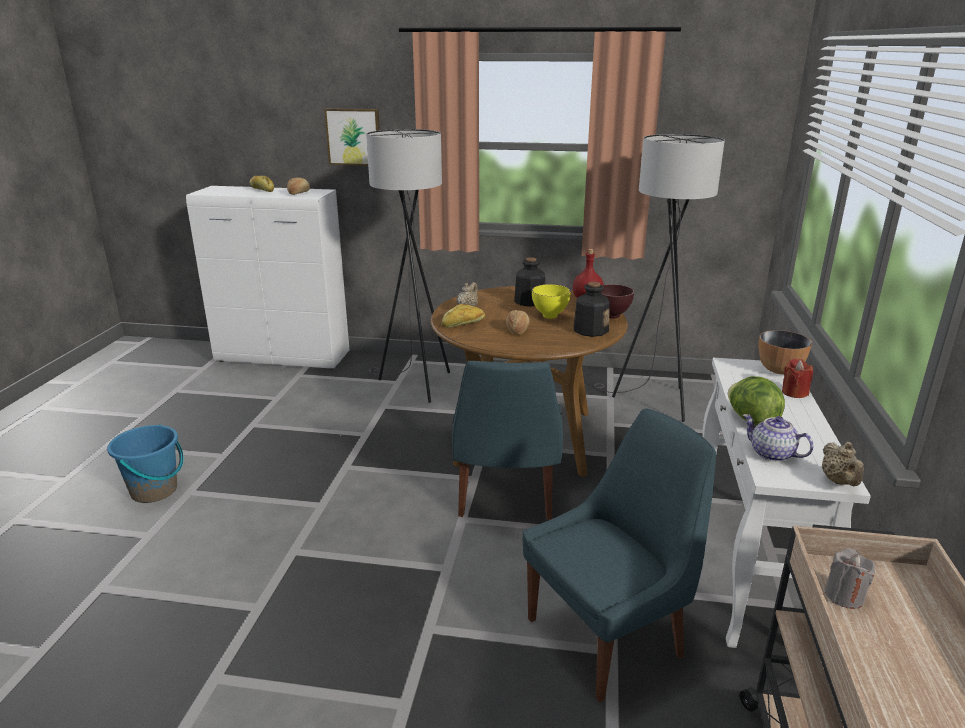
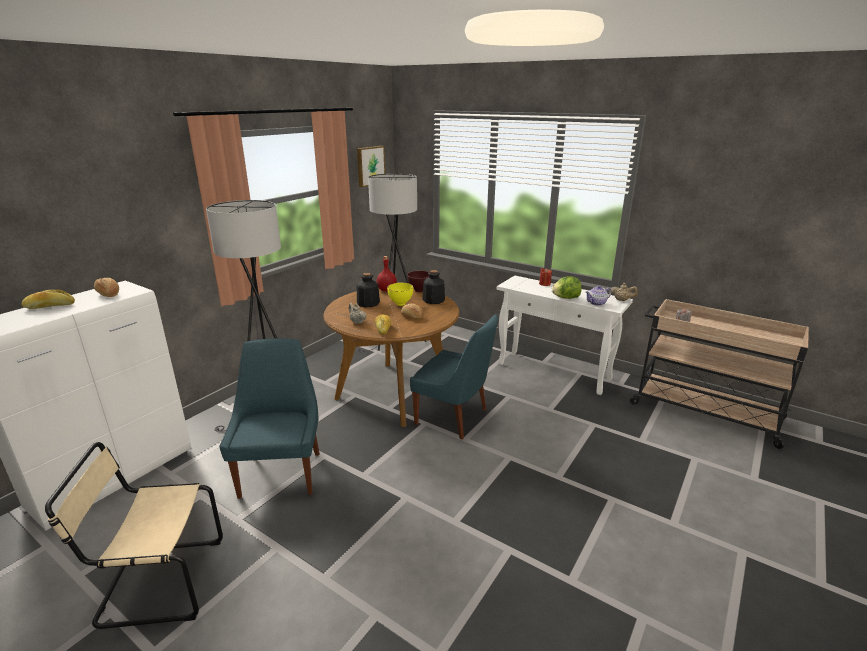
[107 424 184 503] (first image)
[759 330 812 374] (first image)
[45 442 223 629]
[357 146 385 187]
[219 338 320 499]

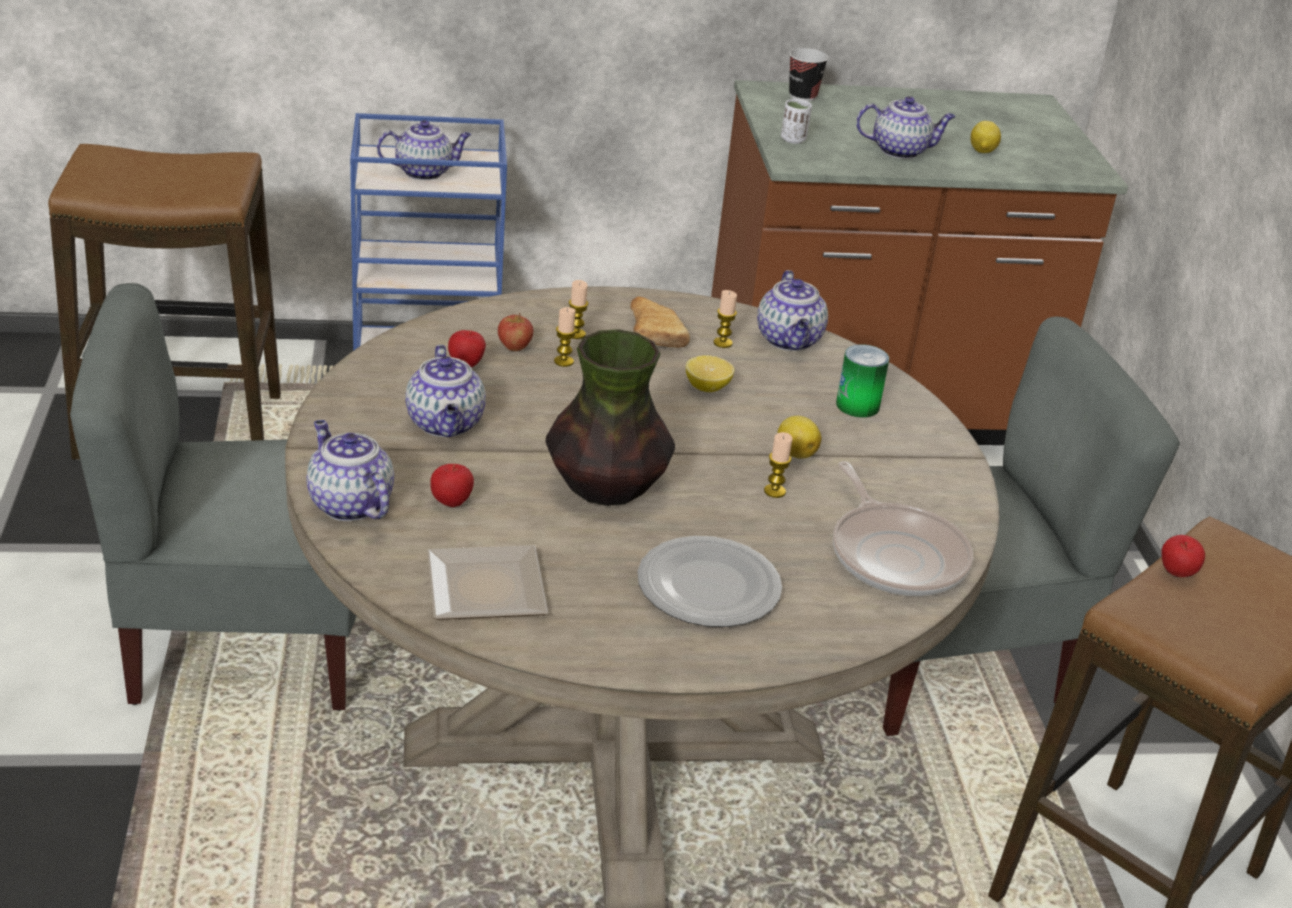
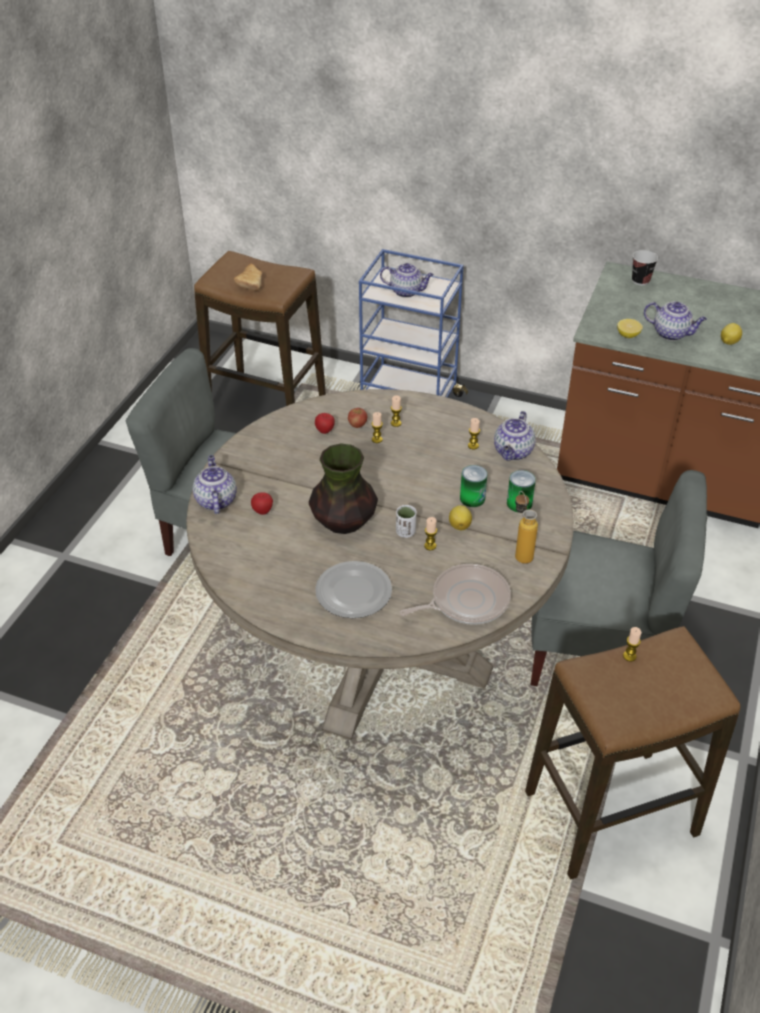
[405 345 486 437] (first image)
[427 545 548 620] (first image)
[460 465 487 507]
[515 491 538 564]
[234 263 262 291]
[617 319 643 338]
[396 505 417 538]
[623 627 641 662]
[400 564 511 625]

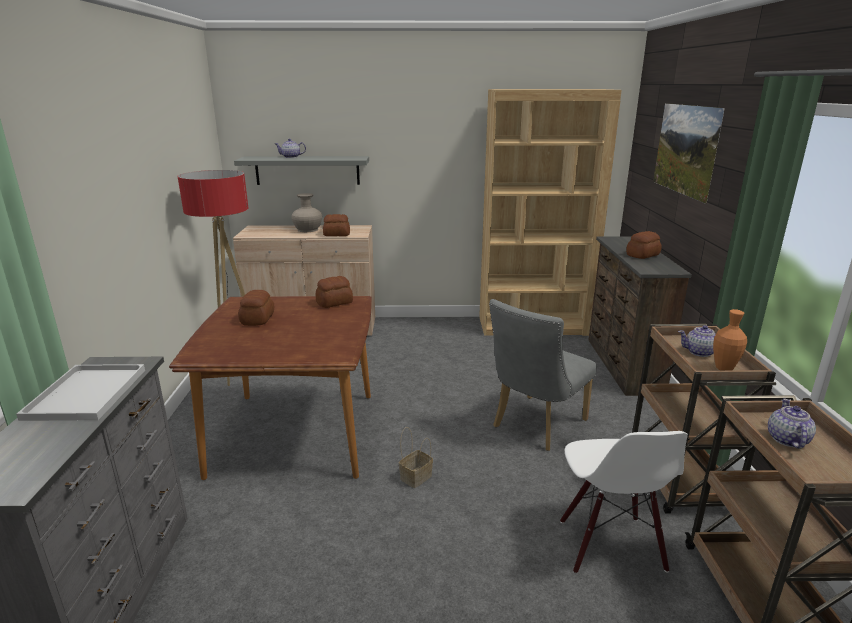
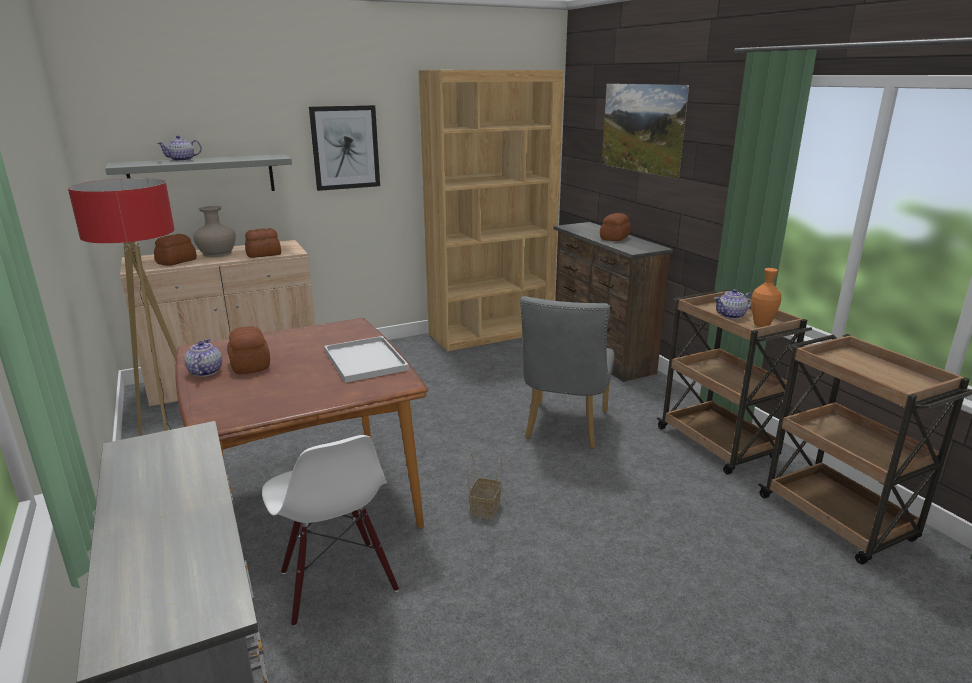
[309 105 380 191]
[324 336 409 383]
[154 234 197 266]
[262 435 399 627]
[185 339 222 377]

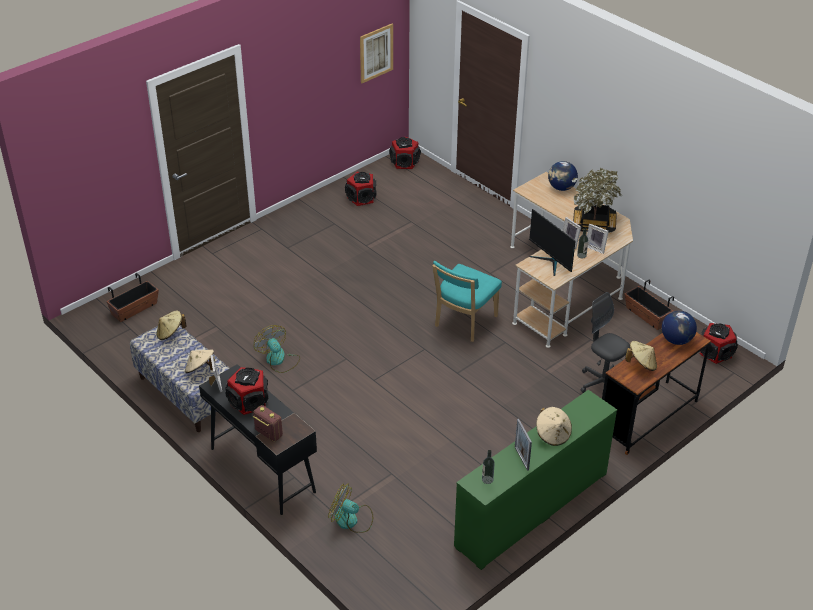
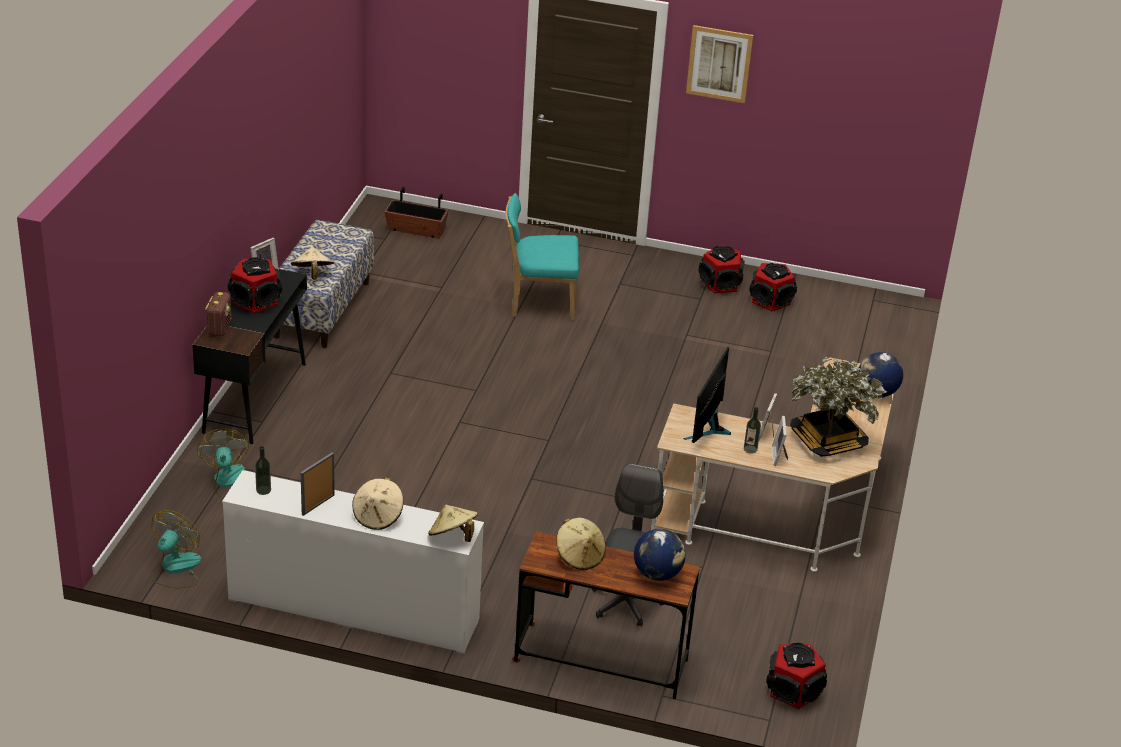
[624 280 674 330] (first image)
[428 504 478 542]
[151 510 201 588]
[686 25 754 103]
[699 245 745 293]
[506 193 579 320]
[222 470 484 654]

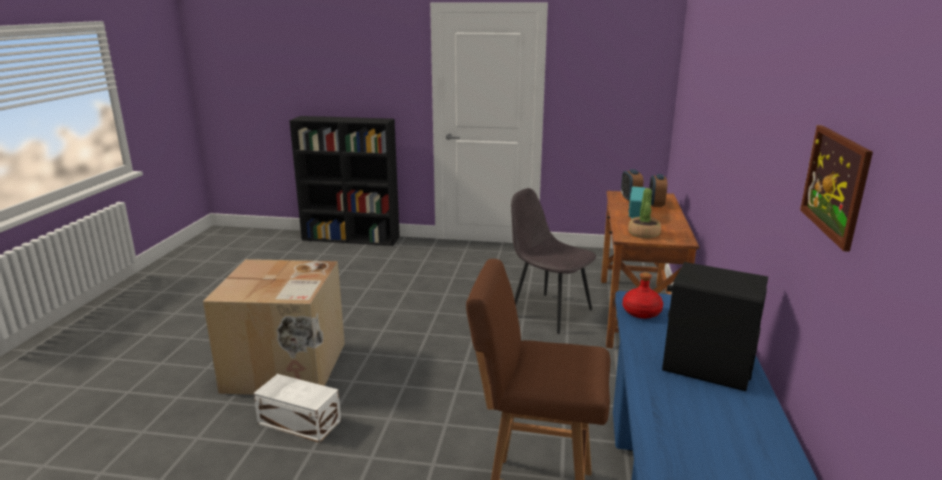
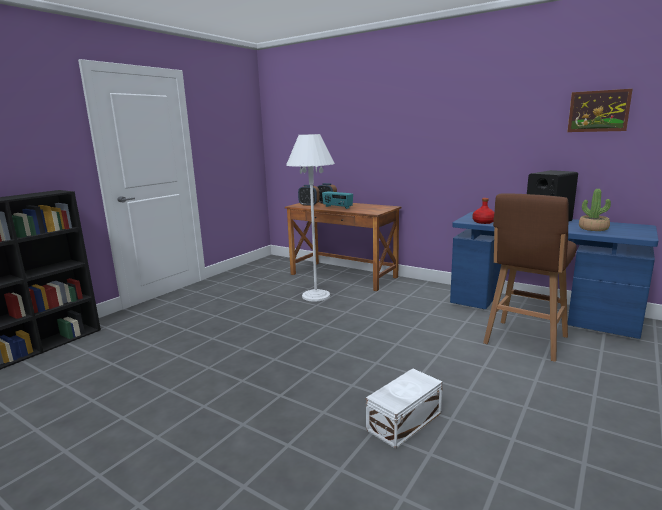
[203 259 345 395] (first image)
[579 189 611 231]
[286 134 335 302]

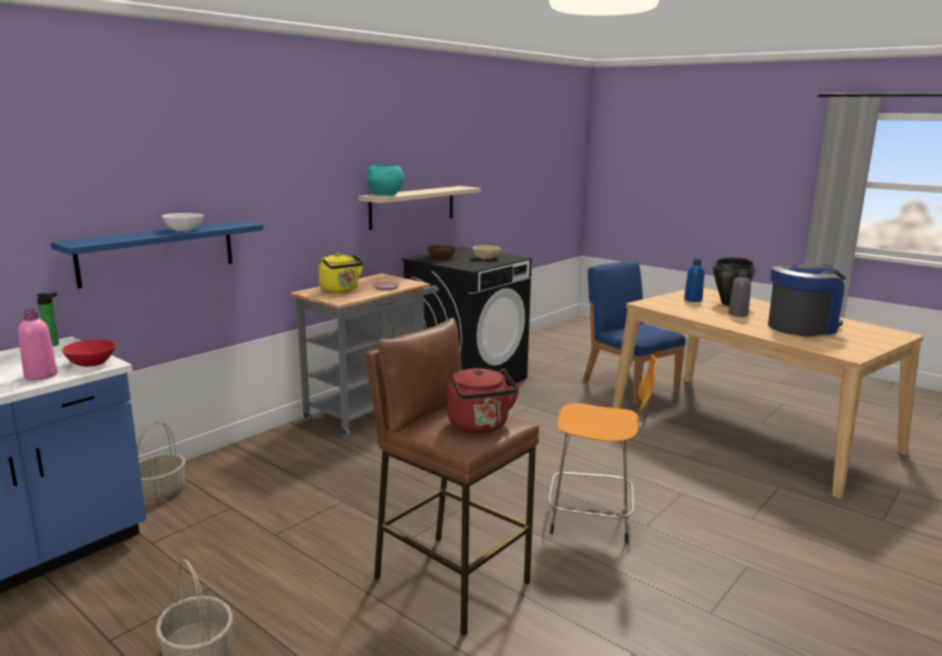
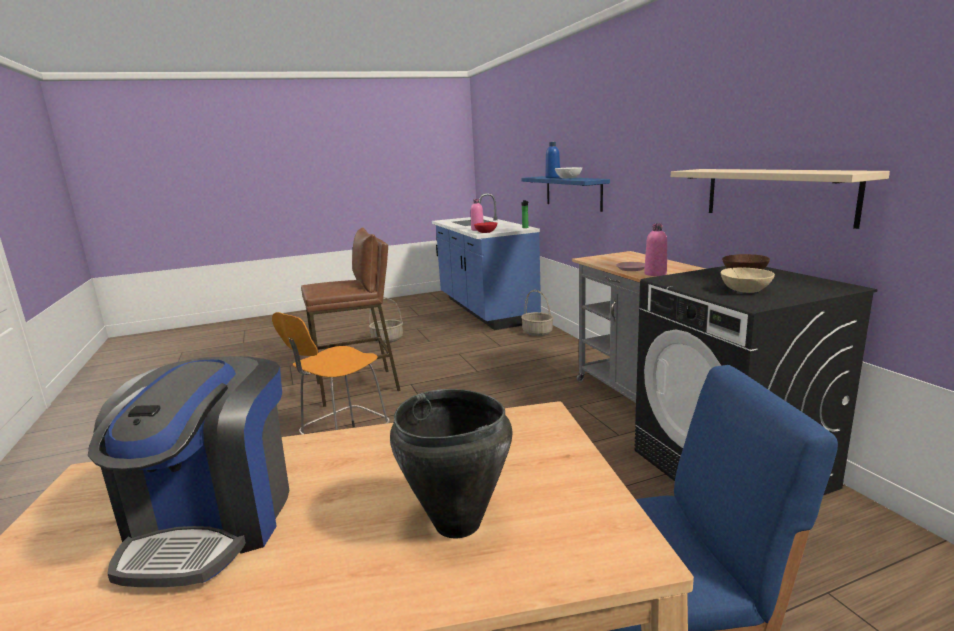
[319 253 364 293] (first image)
[366 165 404 195] (first image)
[447 368 520 433] (first image)
[728 271 751 317] (first image)
[644 223 667 276]
[545 142 560 178]

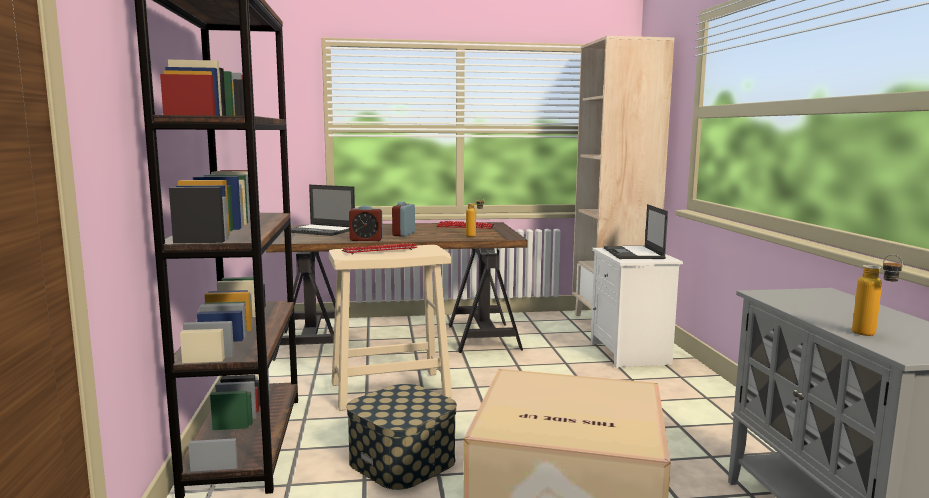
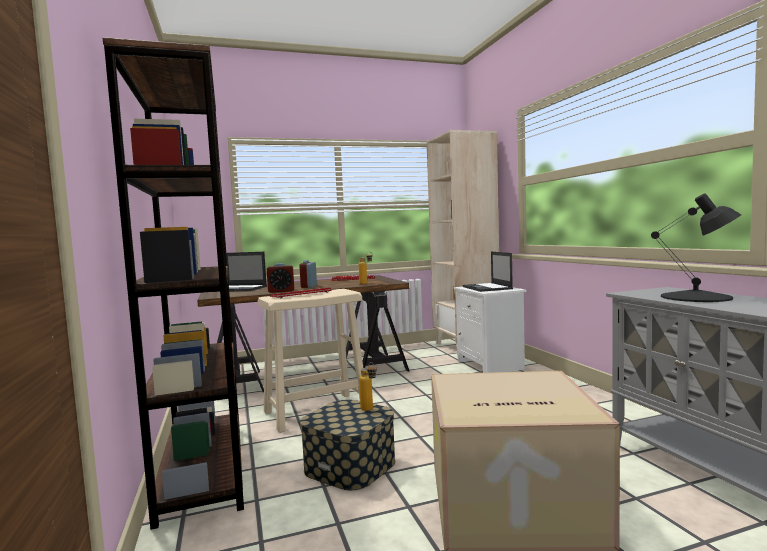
[651 194 742 302]
[359 362 377 411]

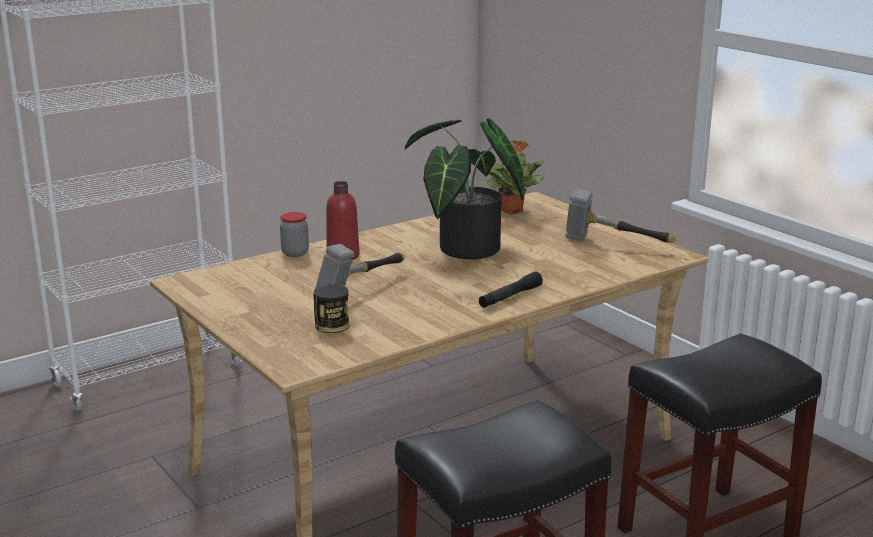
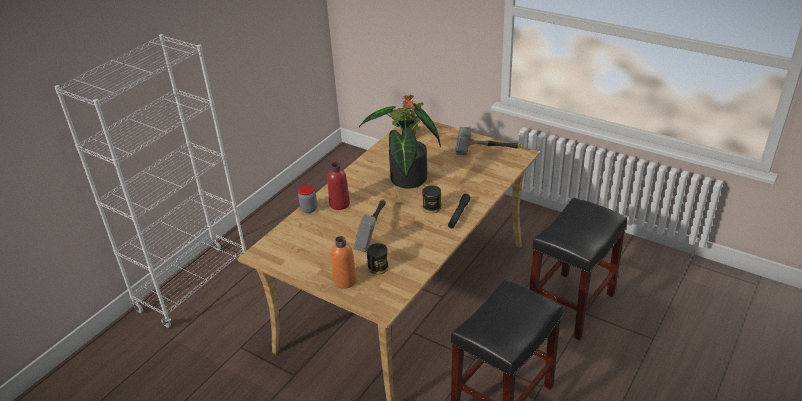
[331 236 357 289]
[422 185 441 213]

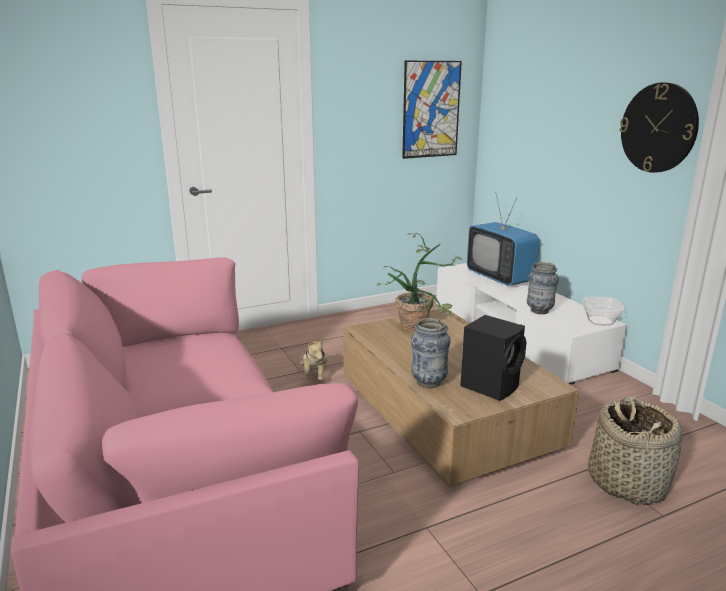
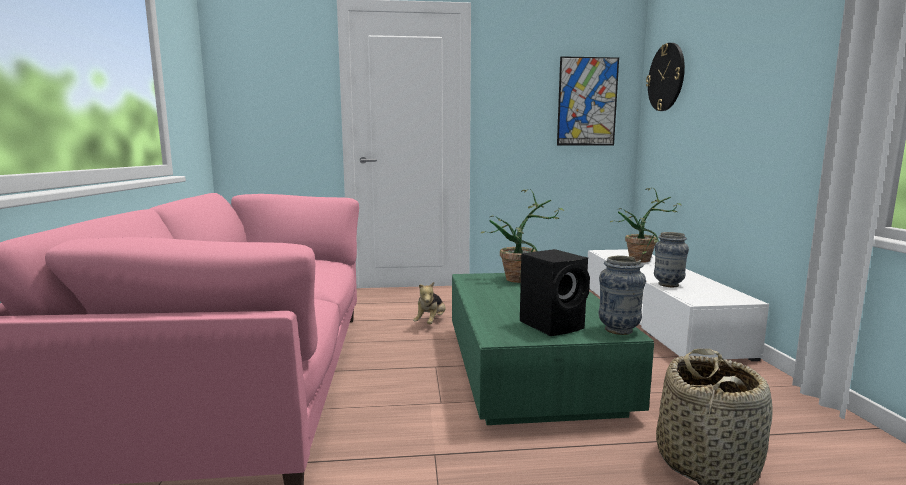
[582 297 625 325] (first image)
[598 255 646 335]
[646 43 685 111]
[610 188 682 262]
[452 273 654 425]

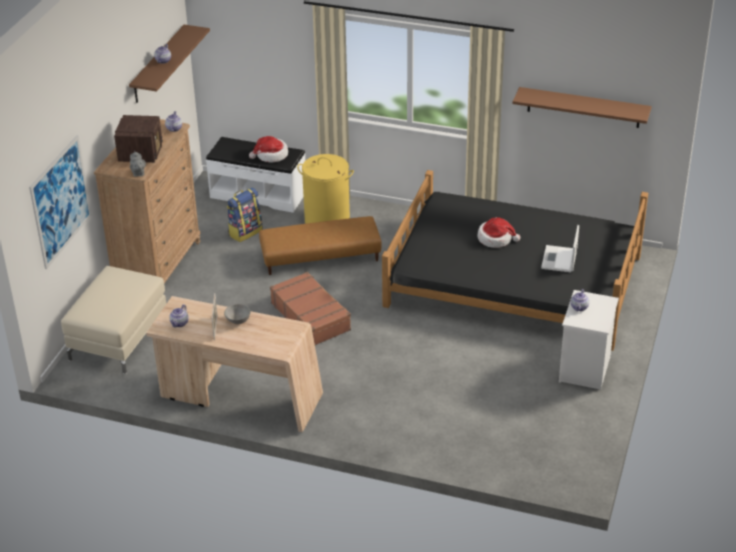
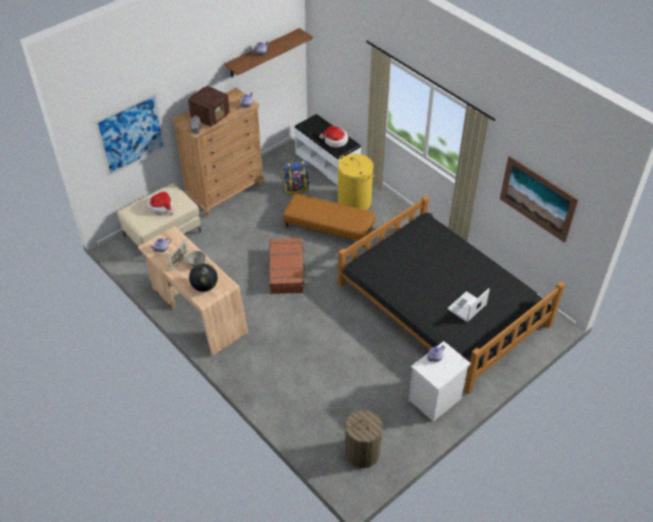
[189 264 218 292]
[345 410 383 468]
[147 192 175 215]
[500 156 578 243]

